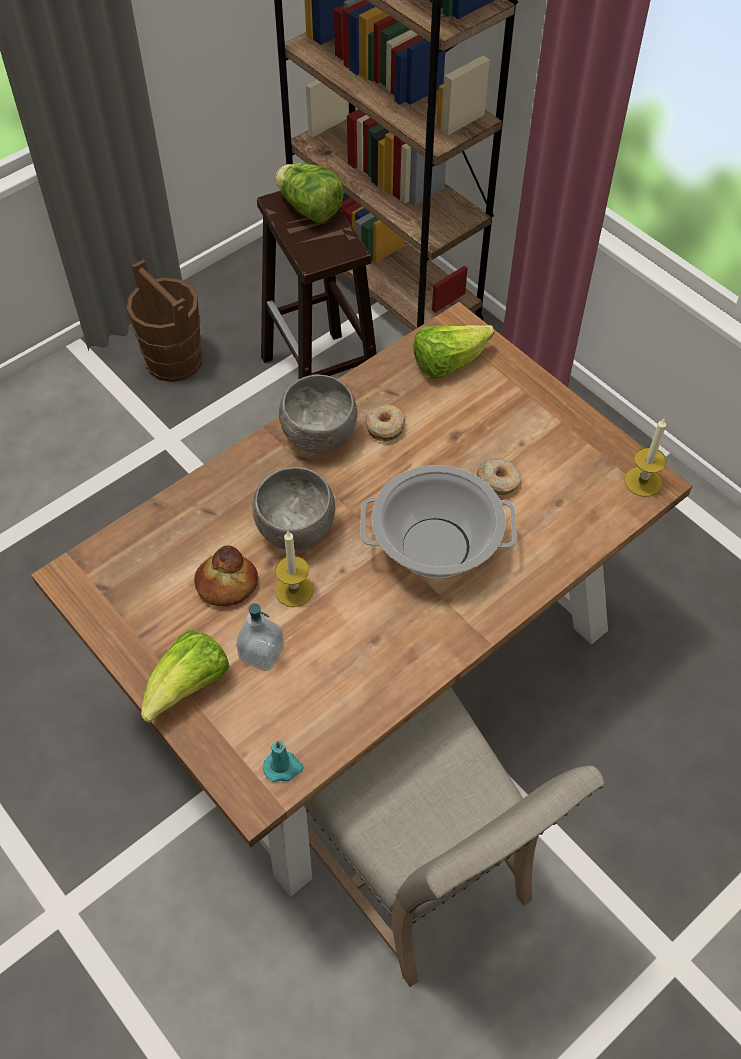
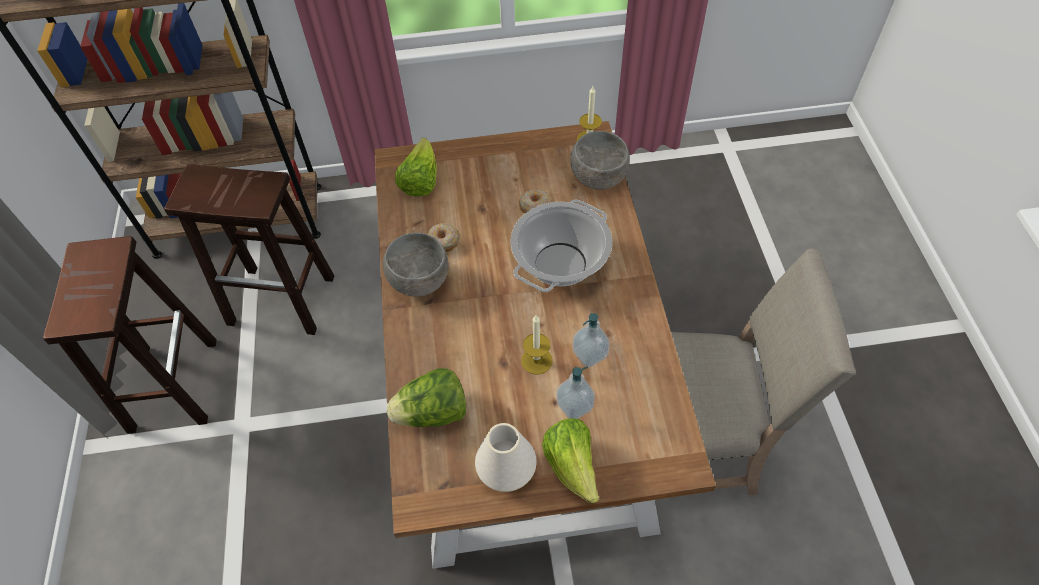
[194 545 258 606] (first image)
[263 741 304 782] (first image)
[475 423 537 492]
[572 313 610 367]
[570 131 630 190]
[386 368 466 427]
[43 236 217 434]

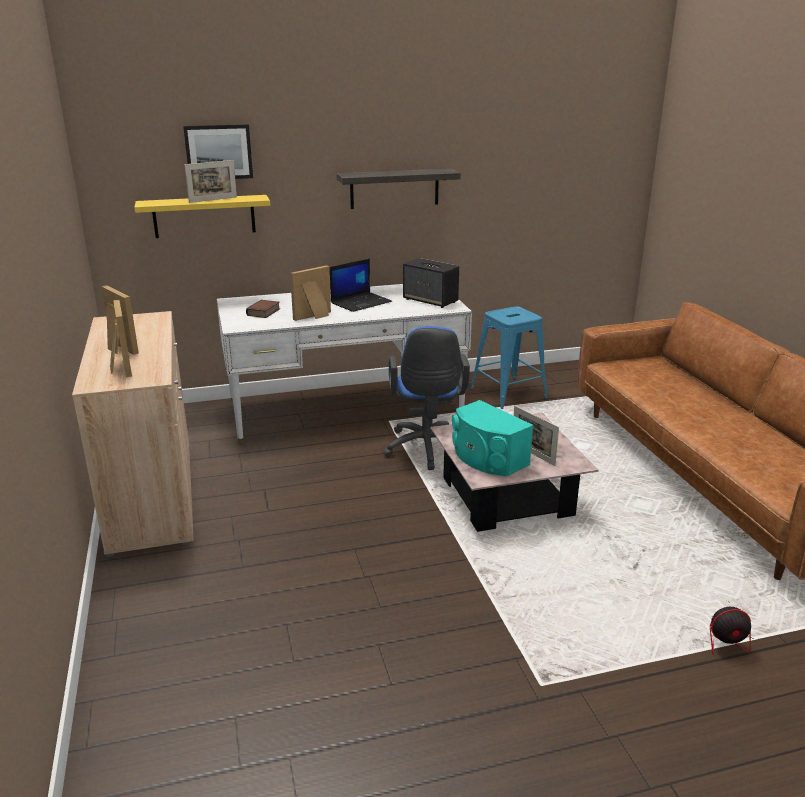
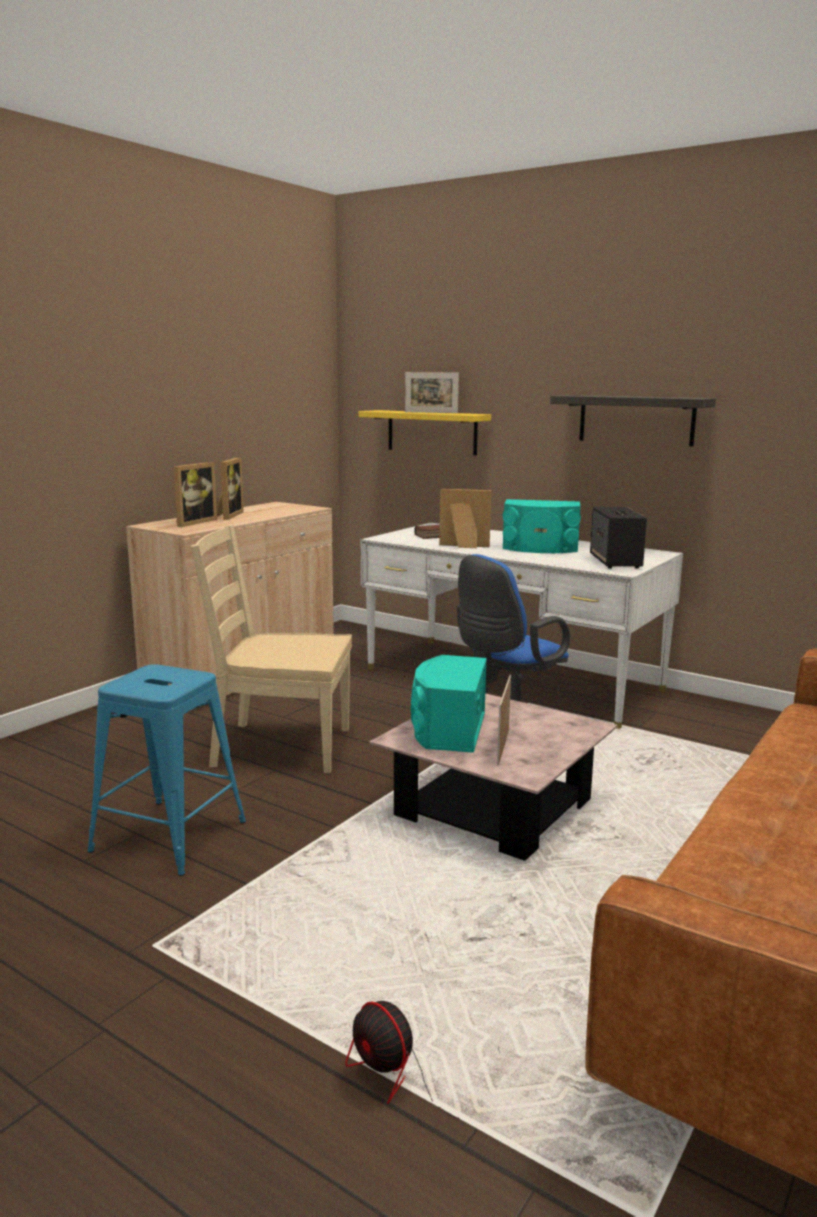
[183 124 253 179] (first image)
[191 525 352 773]
[87 664 246 876]
[503 499 581 553]

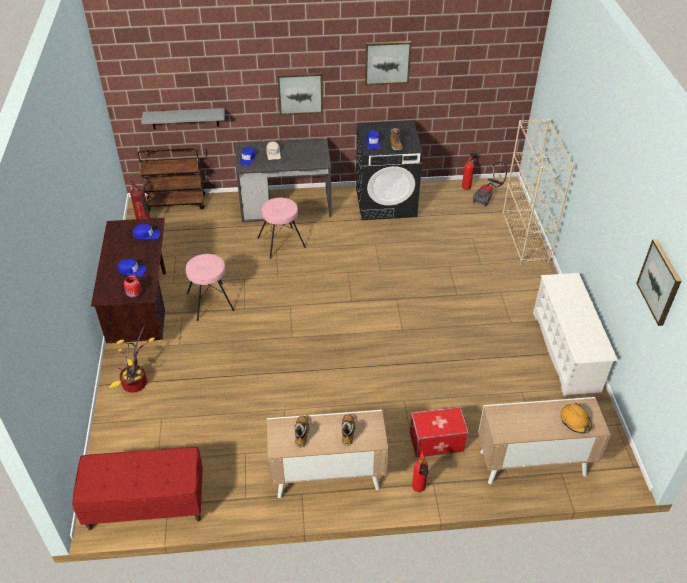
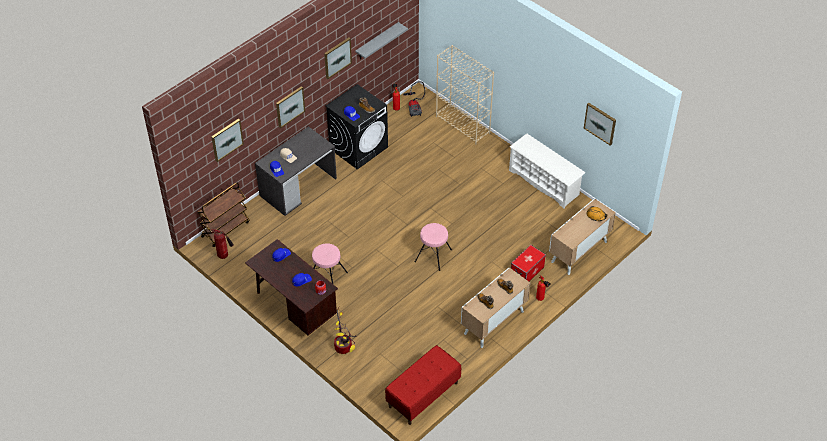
[211 119 244 162]
[355 22 408 59]
[415 223 452 271]

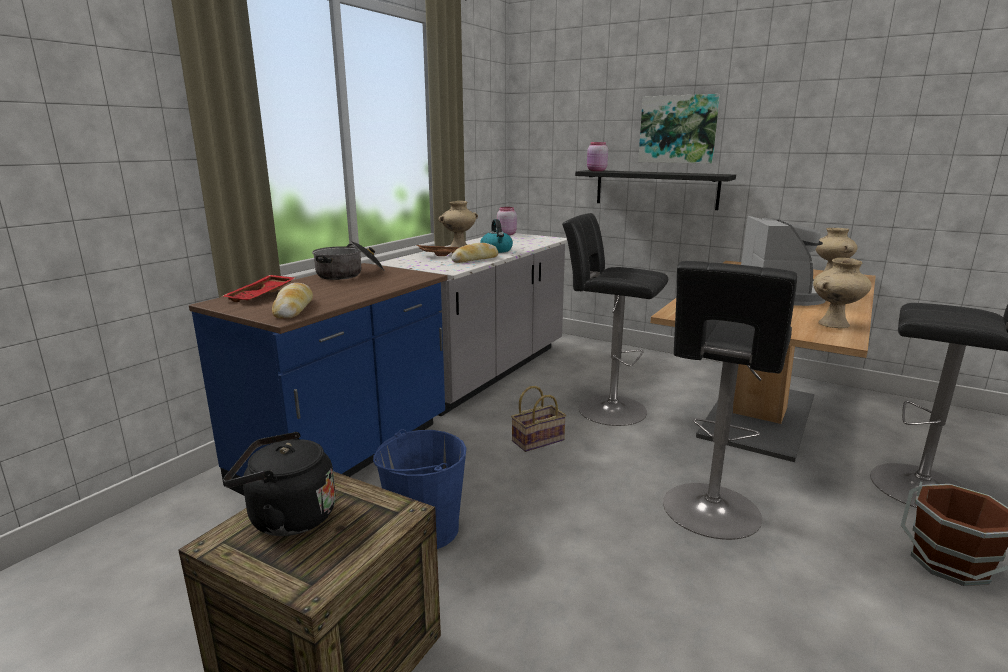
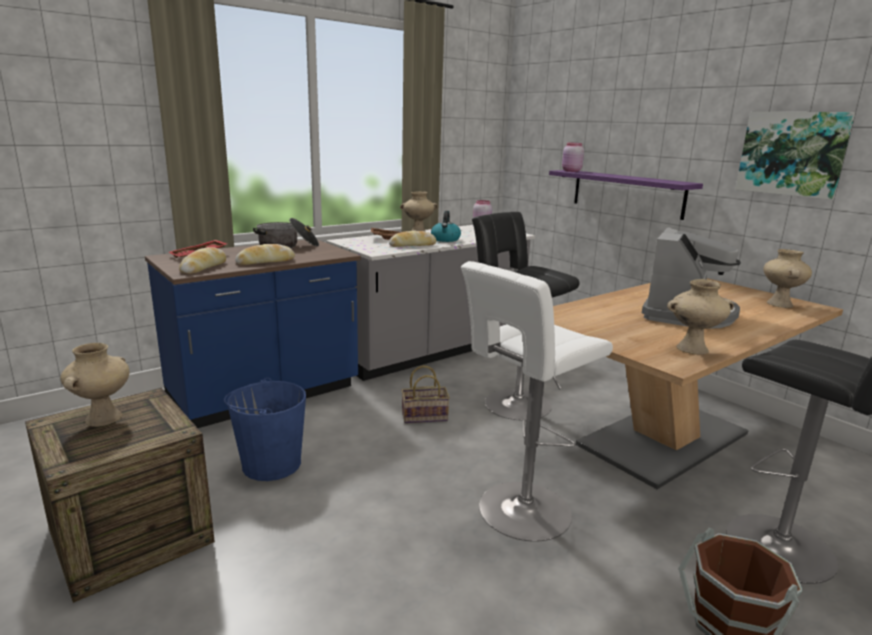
[235 244 295 265]
[735 112 855 200]
[60 343 130 427]
[549 170 703 220]
[461 261 613 542]

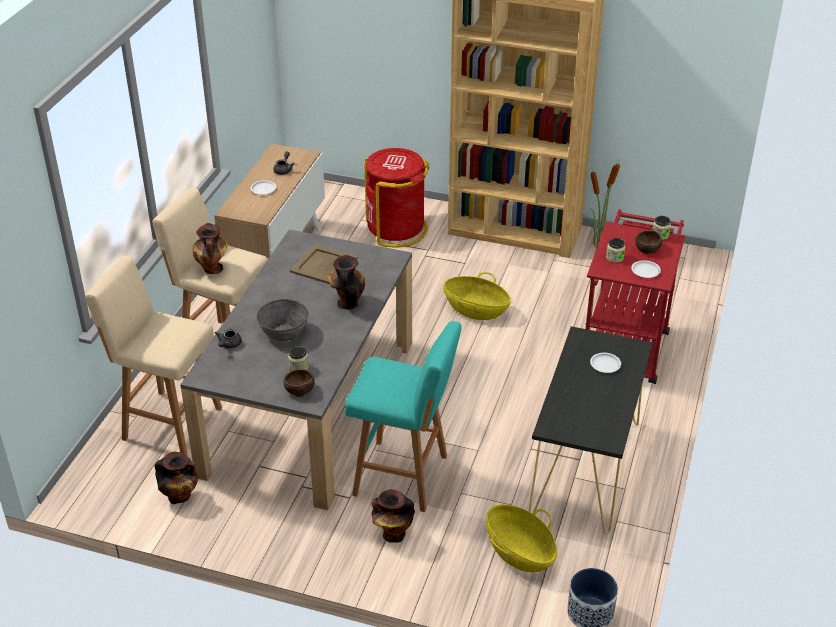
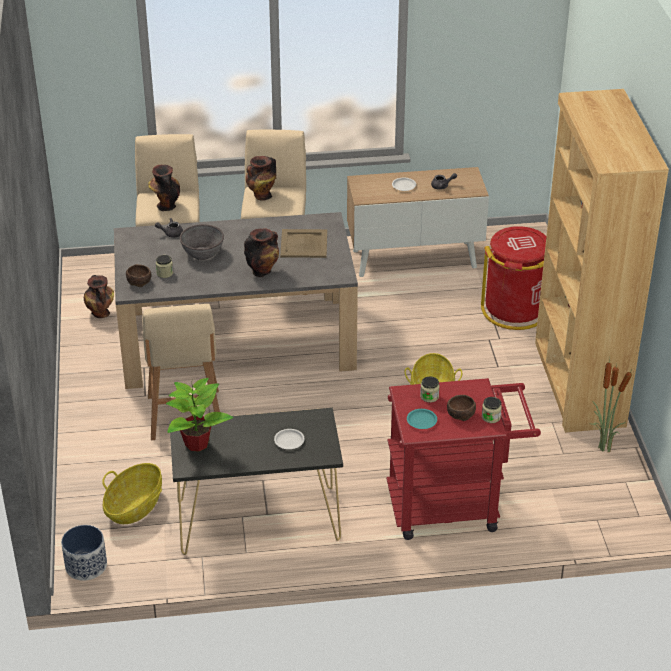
[166 378 234 452]
[148 165 180 211]
[142 304 220 440]
[407 409 437 429]

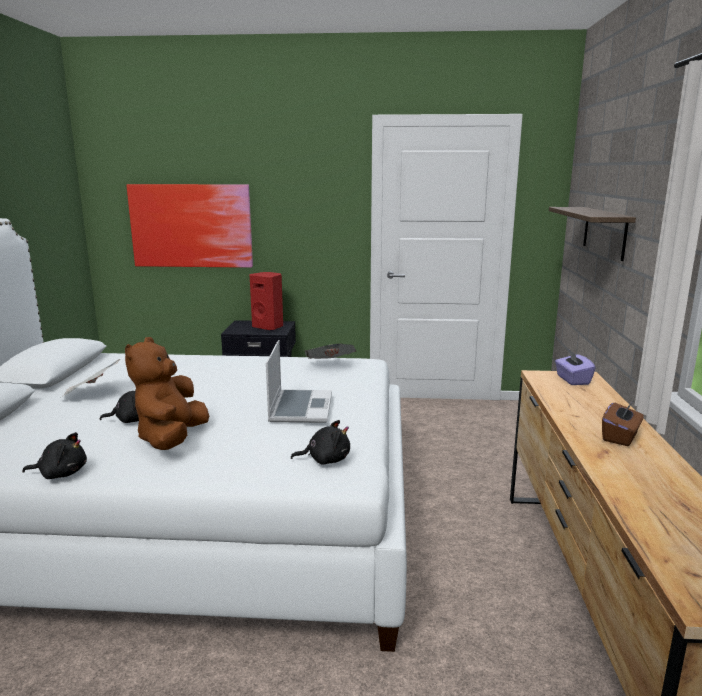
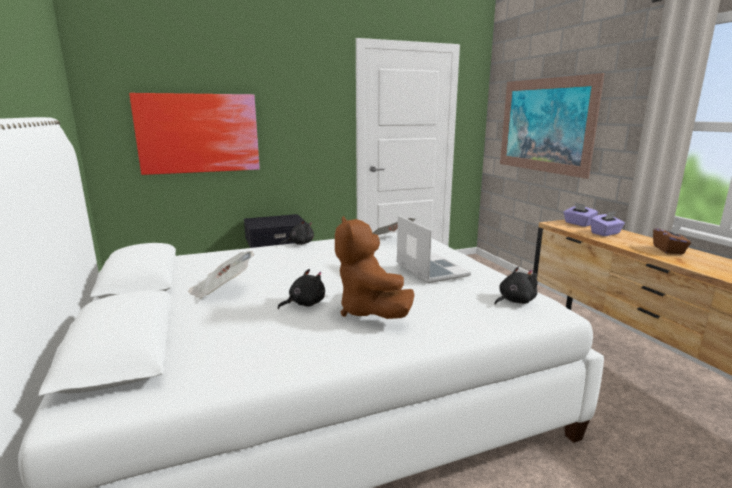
[250 272 283 331] (first image)
[591 211 625 236]
[280 220 314 245]
[500 73 605 179]

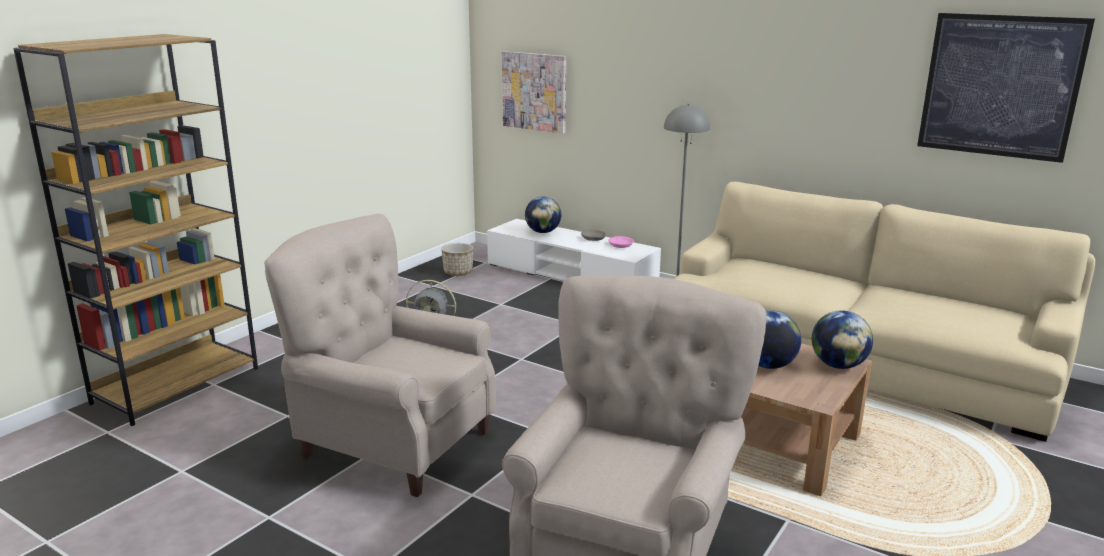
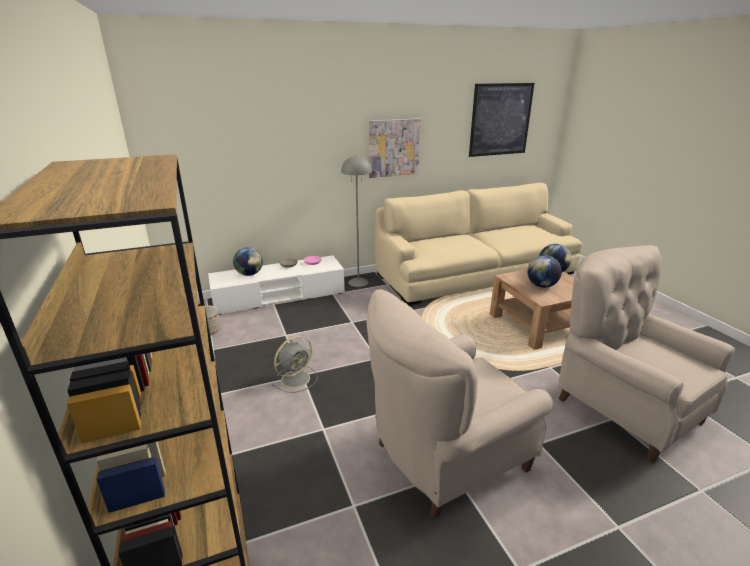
[369 118 421 178]

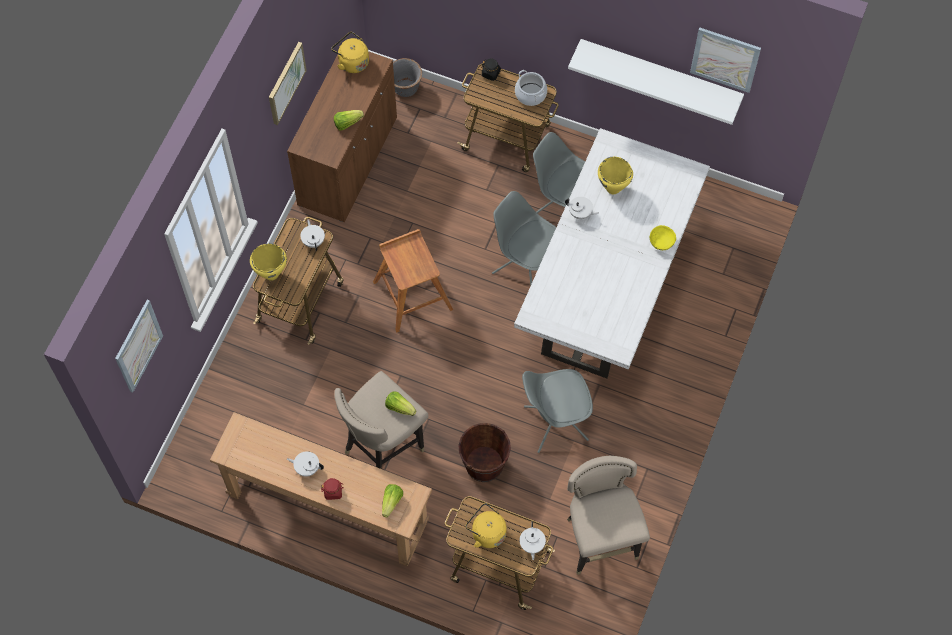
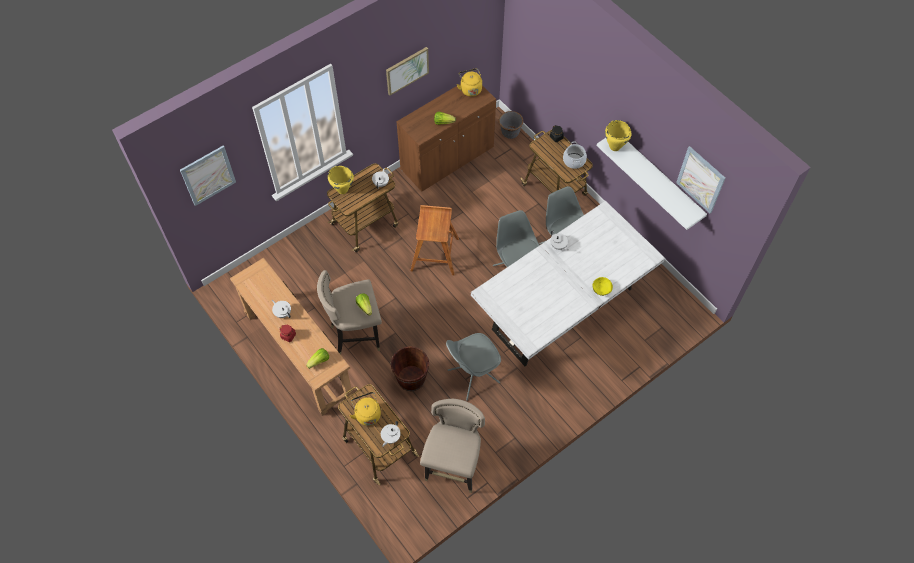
[605 120 632 151]
[446 333 501 401]

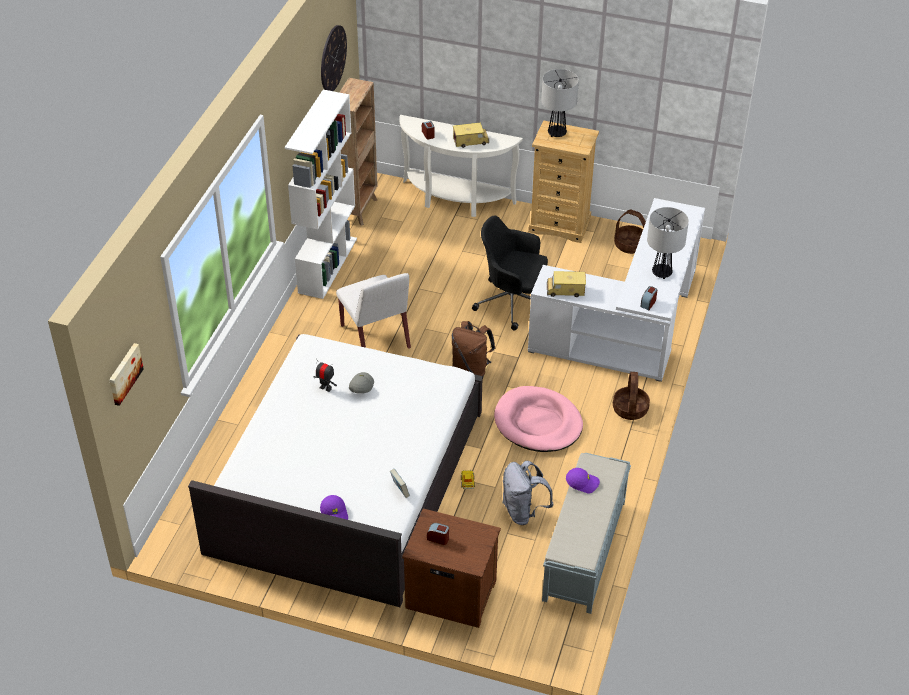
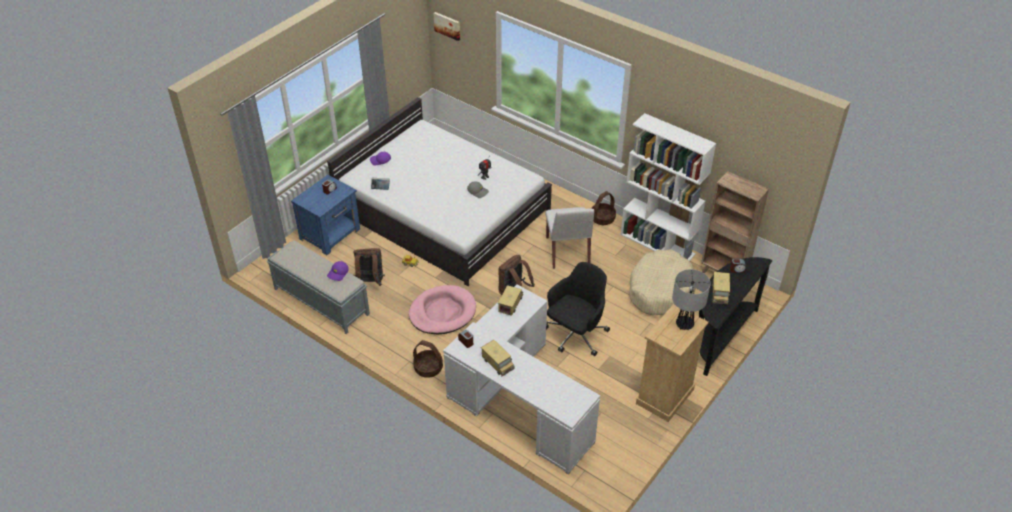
[321 25 347 91] (first image)
[629 249 696 315]
[591 191 616 225]
[481 340 515 376]
[699 257 772 376]
[291 175 360 255]
[353 248 385 286]
[546 207 594 269]

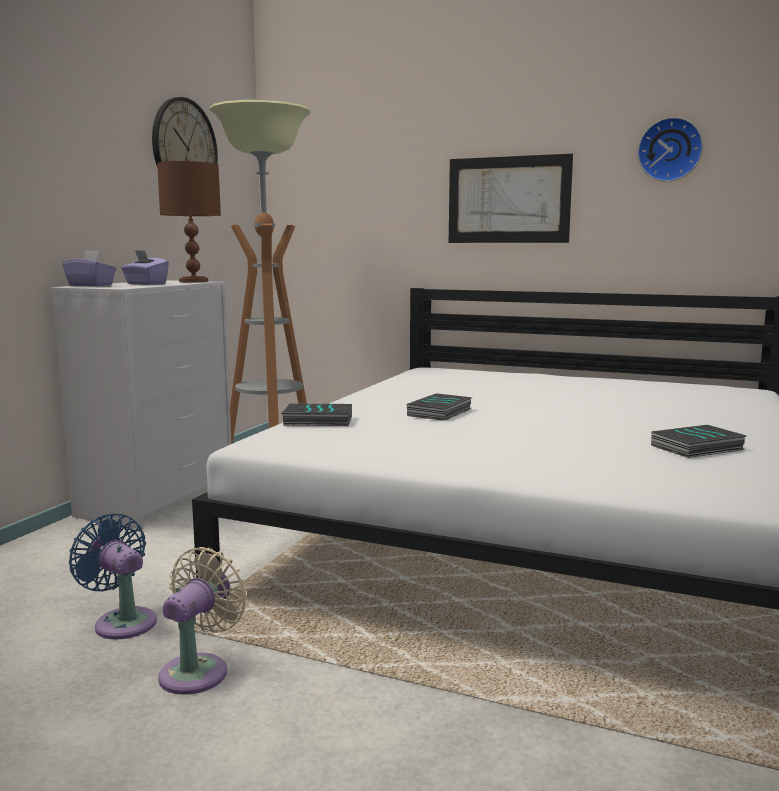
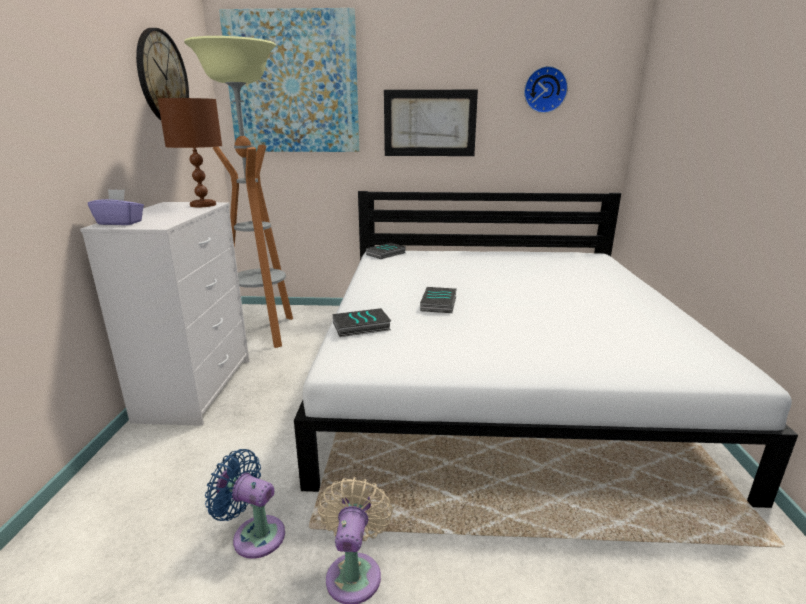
[121 250 169 285] (first image)
[219 8 359 152]
[366 243 405 259]

